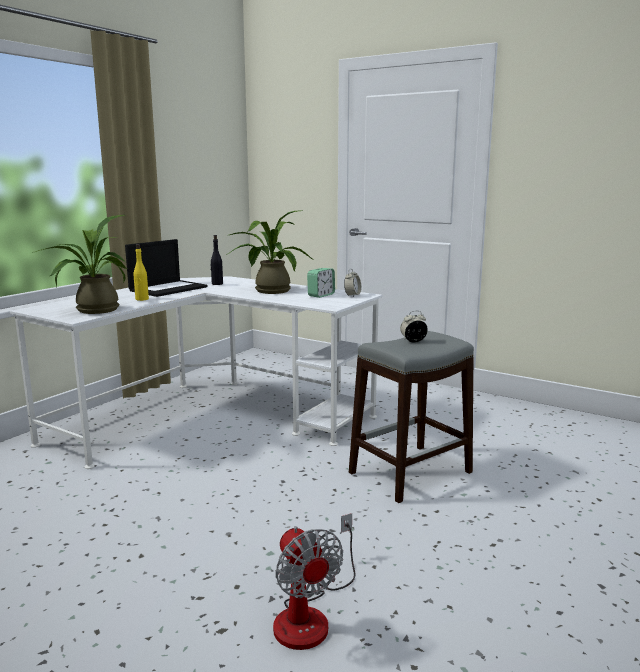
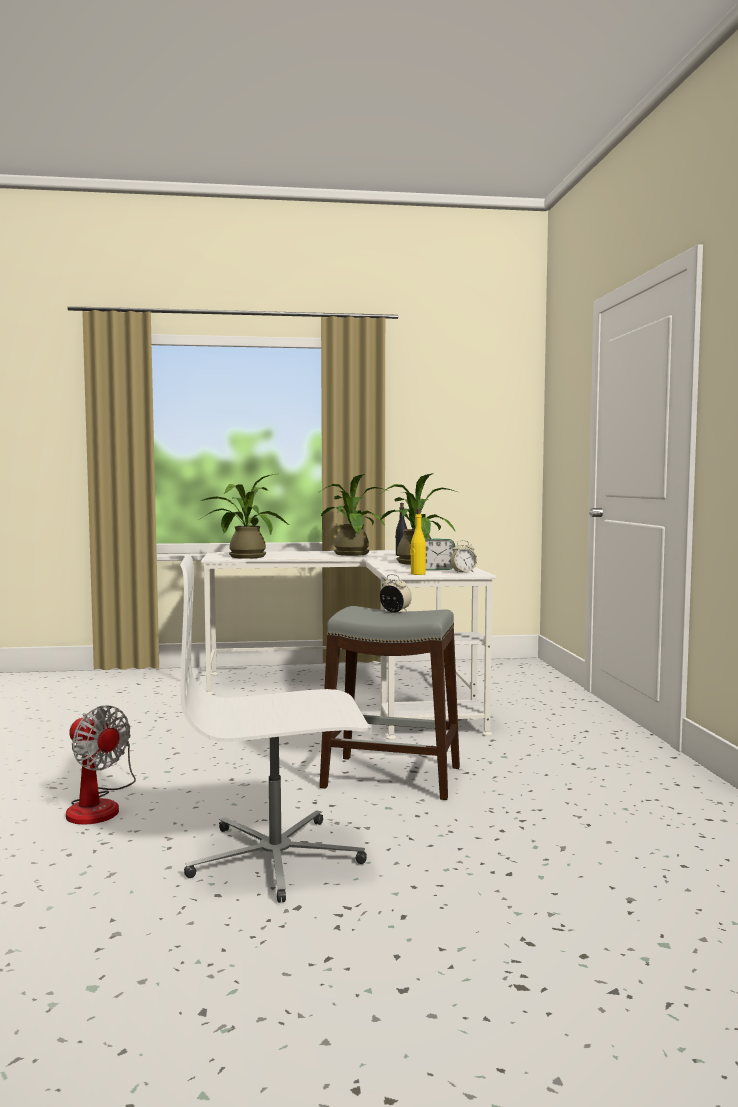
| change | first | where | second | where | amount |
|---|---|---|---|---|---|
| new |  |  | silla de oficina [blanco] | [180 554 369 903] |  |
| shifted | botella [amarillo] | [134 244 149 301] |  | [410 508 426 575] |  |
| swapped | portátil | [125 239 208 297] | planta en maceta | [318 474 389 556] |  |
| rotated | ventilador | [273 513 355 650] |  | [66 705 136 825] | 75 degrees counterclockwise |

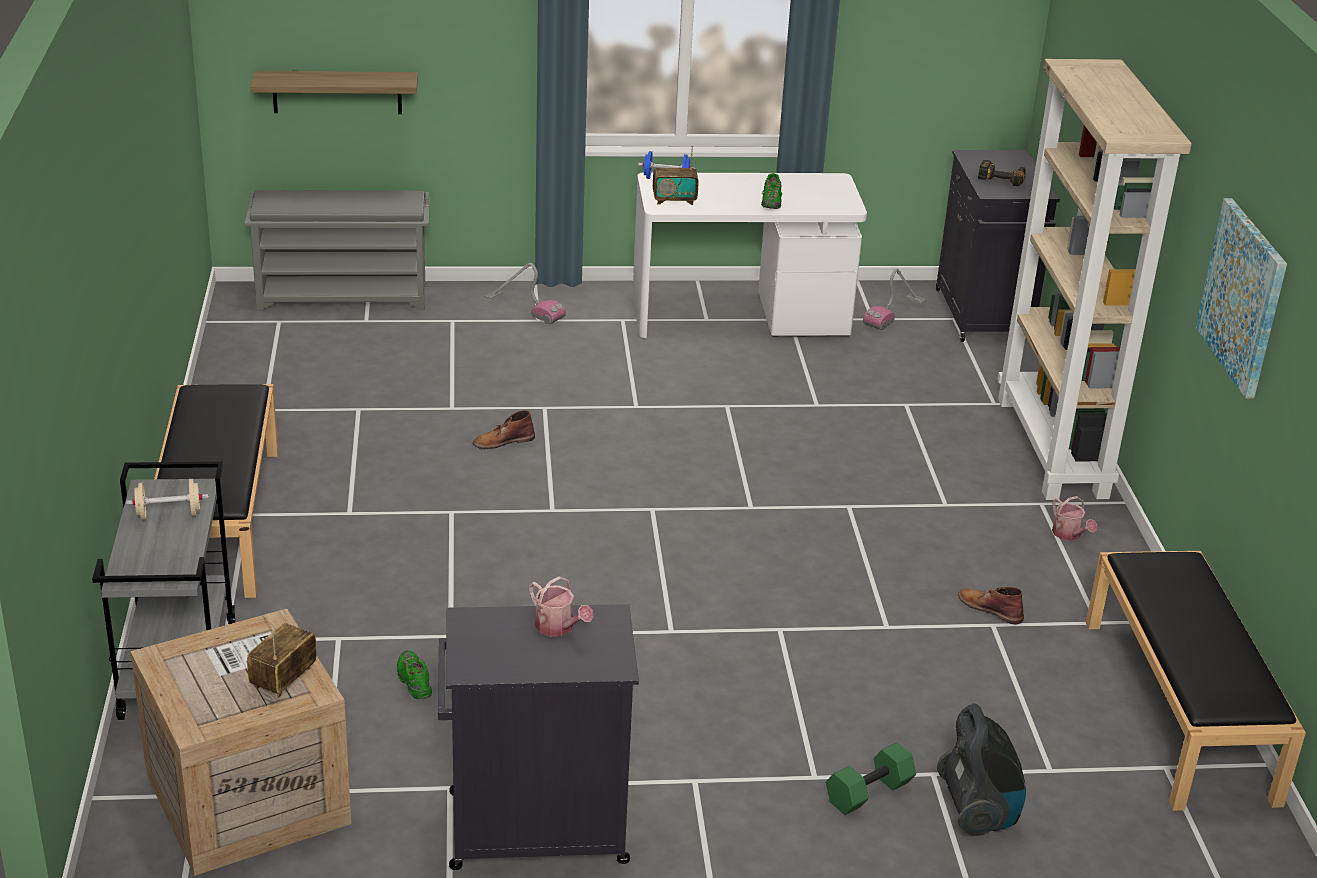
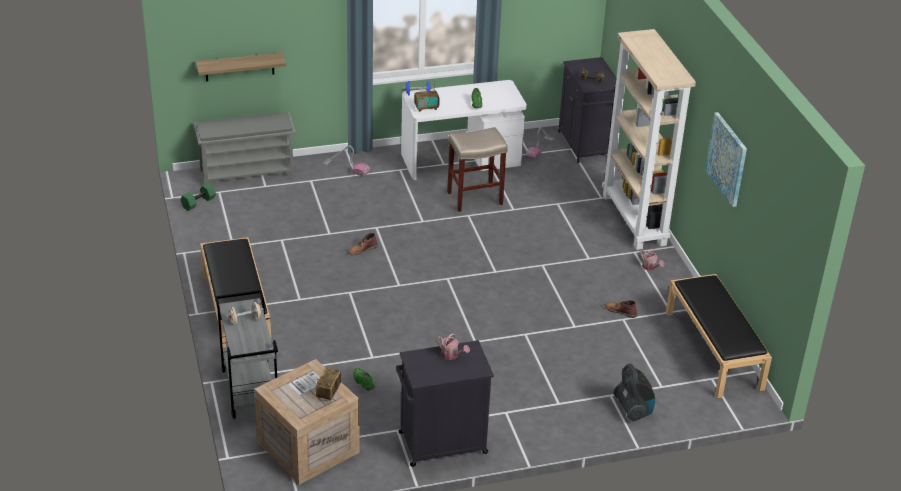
| change | first | where | second | where | amount |
|---|---|---|---|---|---|
| new |  |  | taburete [beis] | [447 127 508 212] |  |
| shifted | mancuerna [verde] | [826 742 916 815] |  | [180 183 216 211] |  |

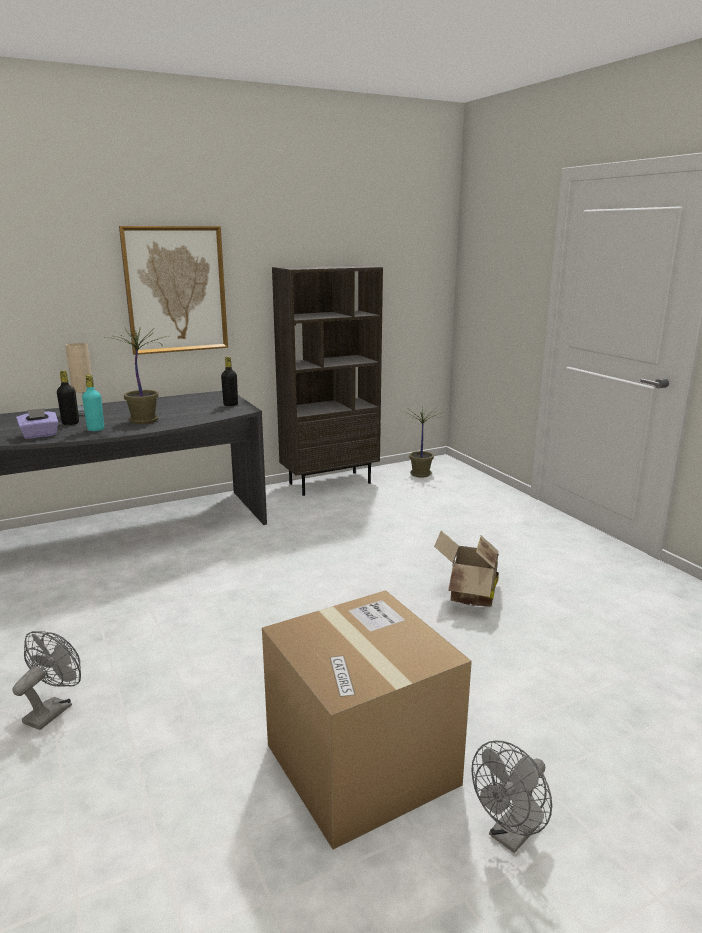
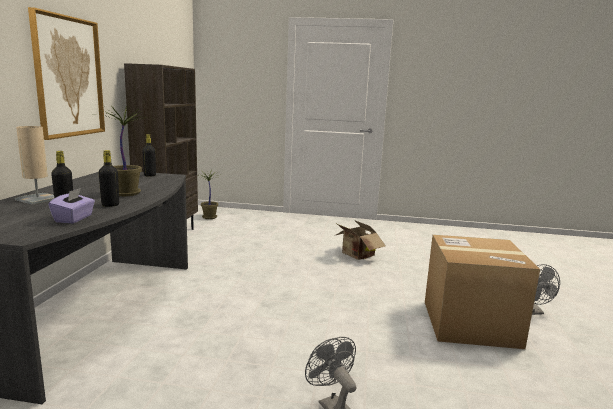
| change | first | where | second | where | amount |
|---|---|---|---|---|---|
| repainted | botella [turquesa] | [82 375 104 431] | botella [negro] | [98 150 119 207] |  |

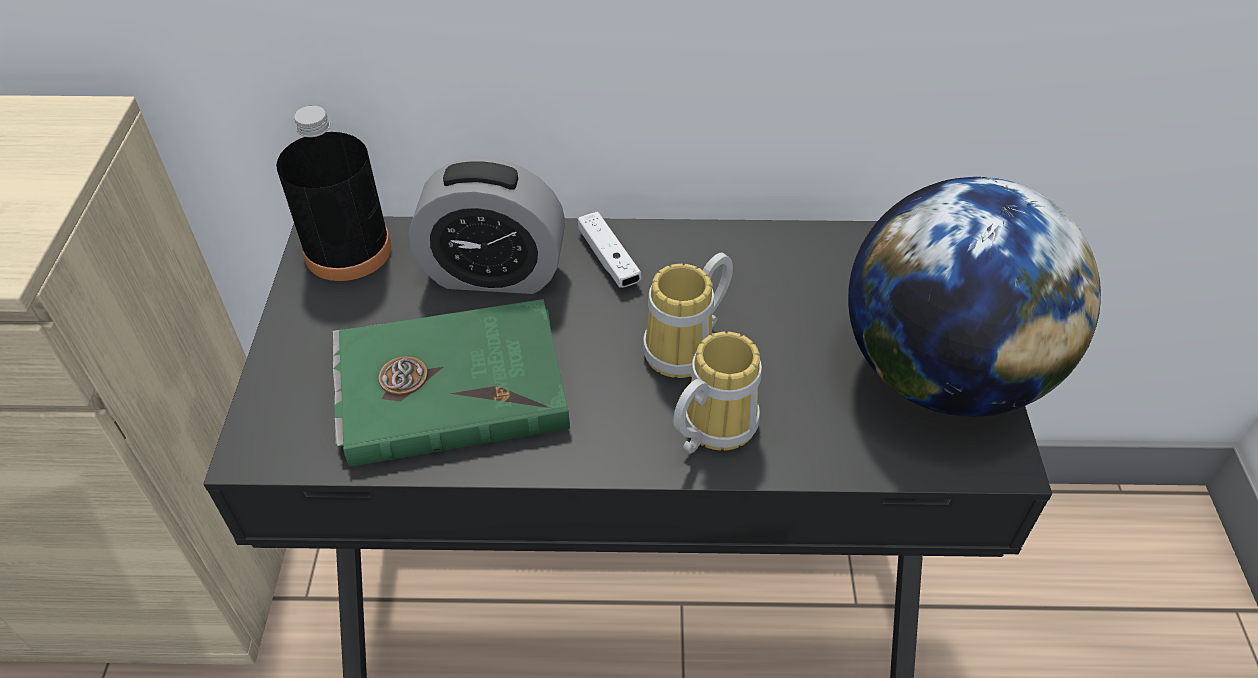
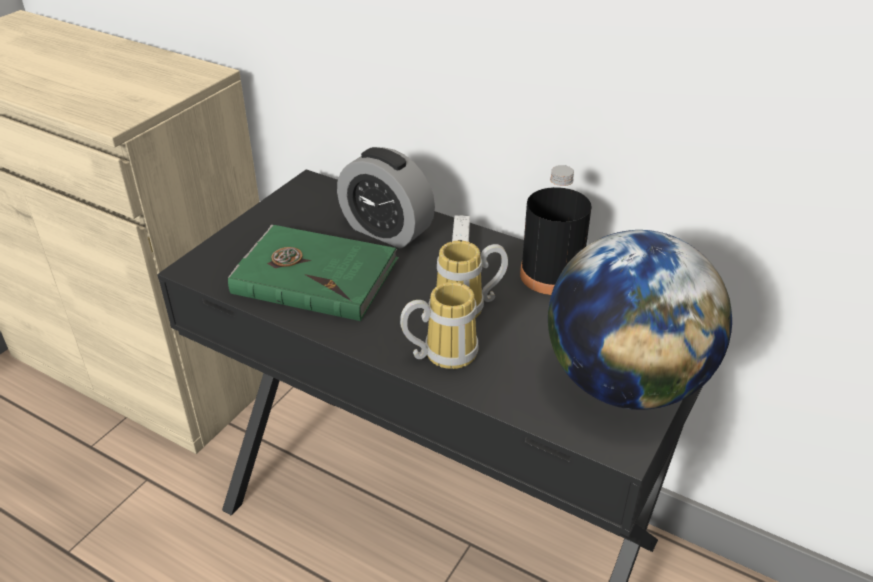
| change | first | where | second | where | amount |
|---|---|---|---|---|---|
| shifted | botella [negro] | [276 106 391 281] |  | [520 165 592 295] |  |

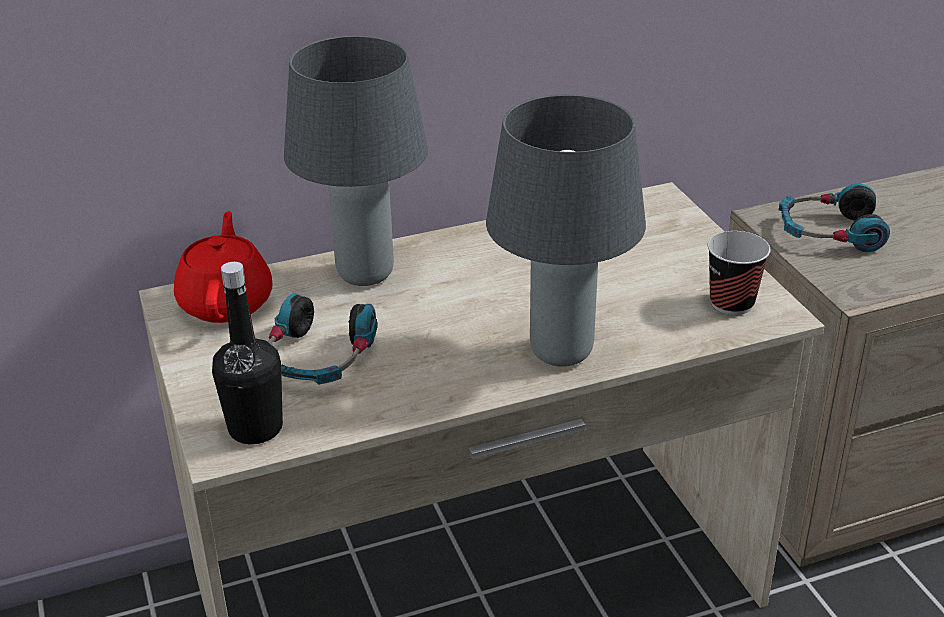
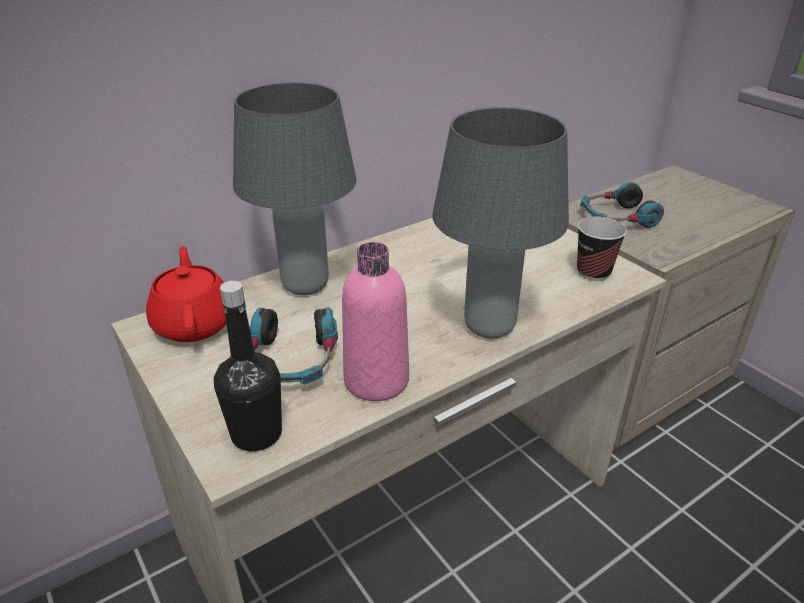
| change | first | where | second | where | amount |
|---|---|---|---|---|---|
| new |  |  | botella [rosa] | [342 242 409 401] |  |

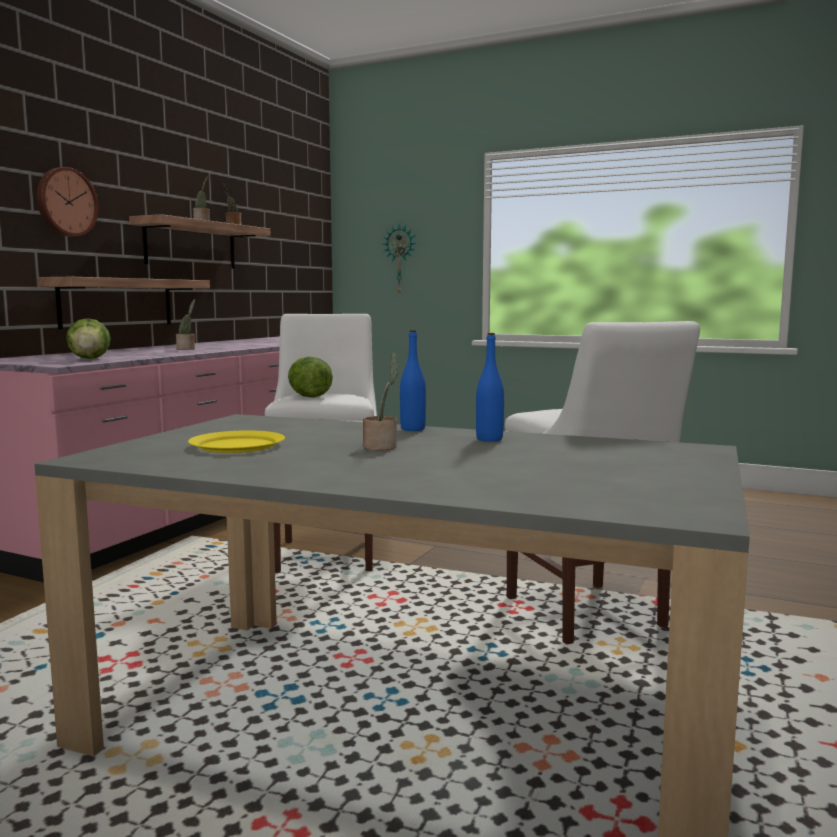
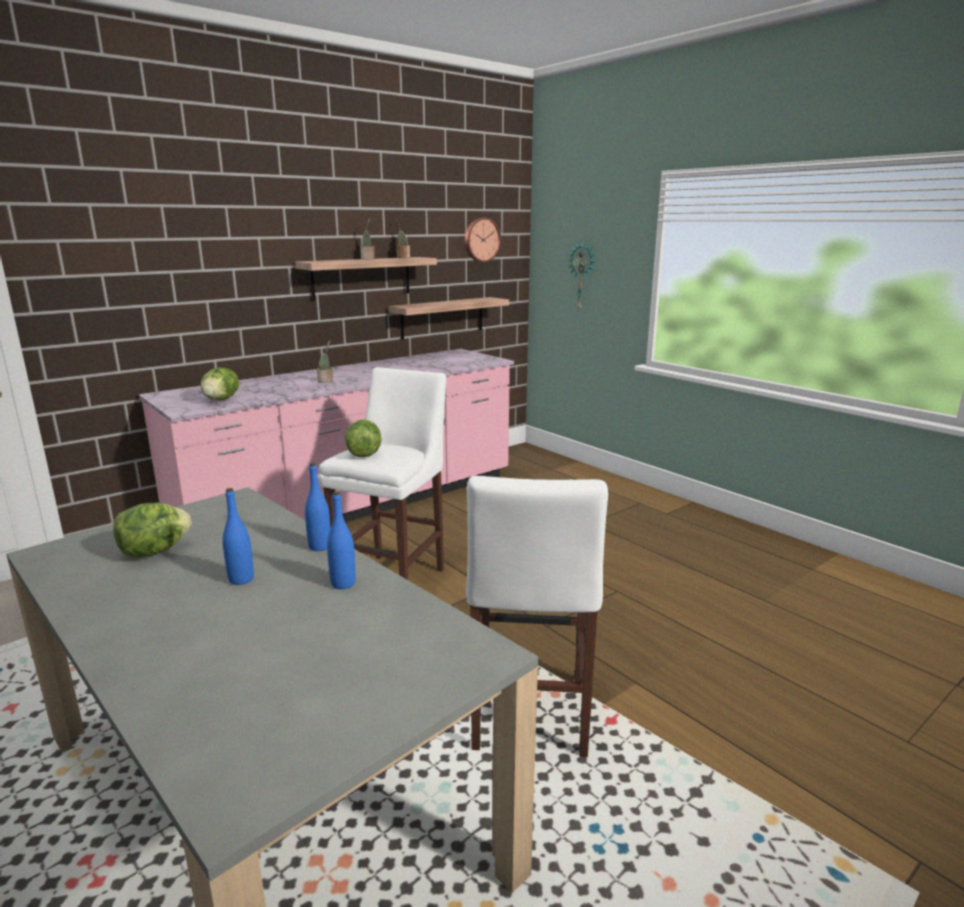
| change | first | where | second | where | amount |
|---|---|---|---|---|---|
| shifted | reloj de pared | [37 167 99 237] |  | [465 218 501 262] |  |
| shifted | estante | [38 277 210 329] |  | [389 297 509 340] |  |
| swapped | plato [amarillo] | [188 430 285 453] | lechuga | [113 503 192 558] |  |
| swapped | planta en maceta | [363 353 398 451] | botella [azul] | [222 488 254 585] |  |

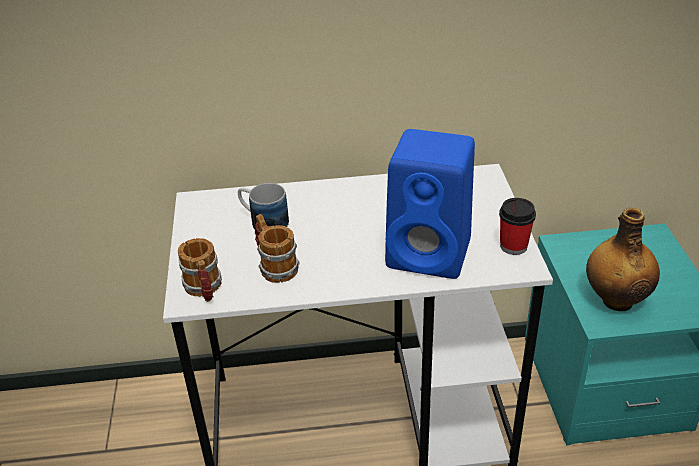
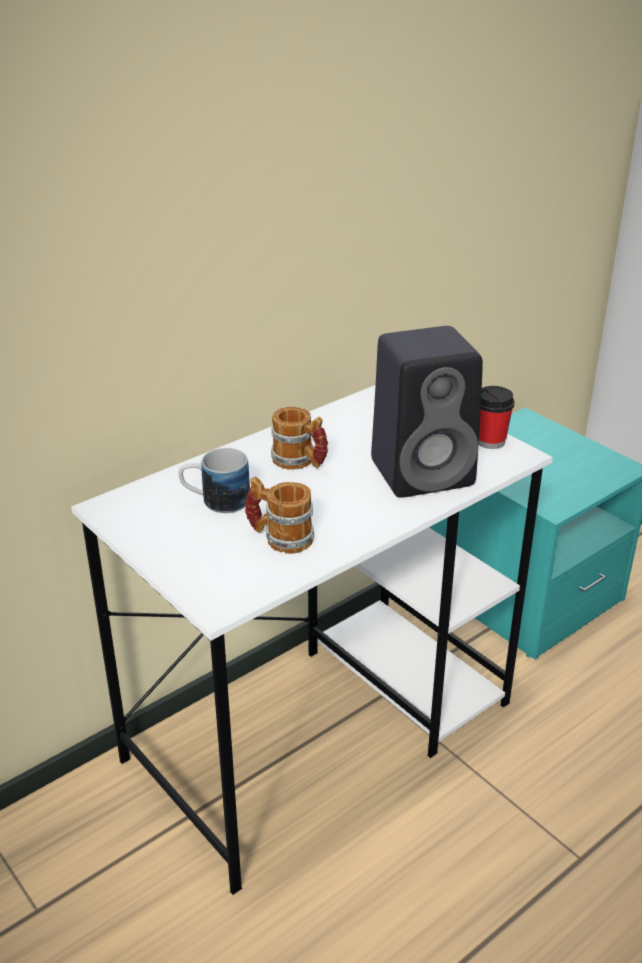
| change | first | where | second | where | amount |
|---|---|---|---|---|---|
| gone | botella | [586 208 660 311] |  |  |  |
| shifted | taza grande | [178 238 222 302] |  | [271 407 328 470] |  |
| repainted | altavoz [azul] | [385 129 475 279] | altavoz [negro] | [371 326 483 498] |  |

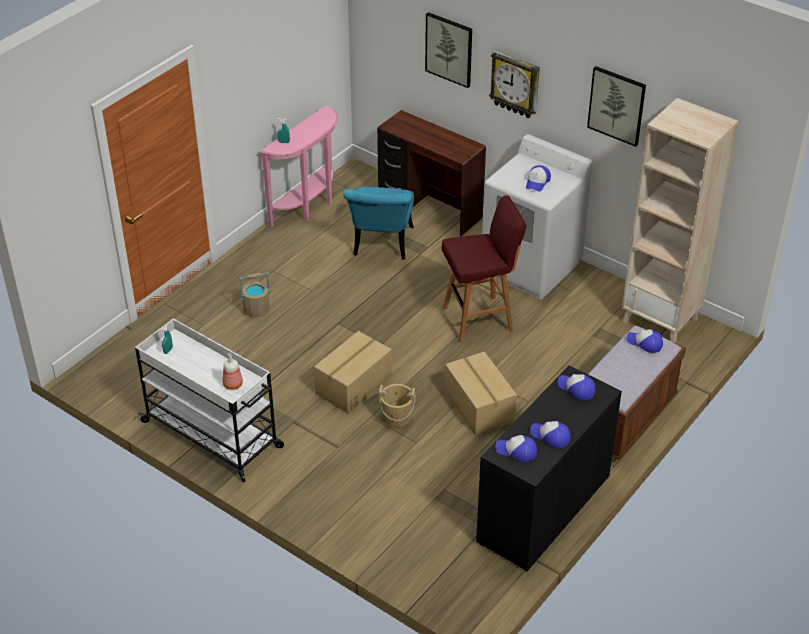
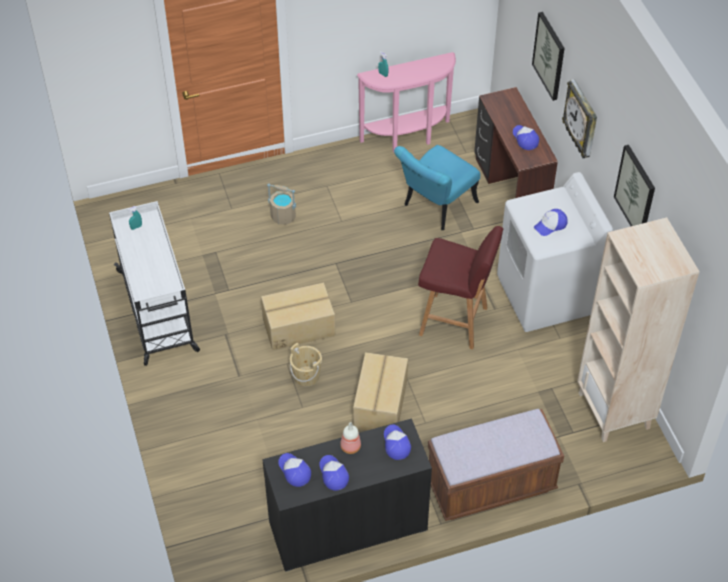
| change | first | where | second | where | amount |
|---|---|---|---|---|---|
| shifted | botella | [222 353 243 390] |  | [340 422 361 454] |  |
| shifted | gorra | [626 329 663 353] |  | [513 125 539 150] |  |

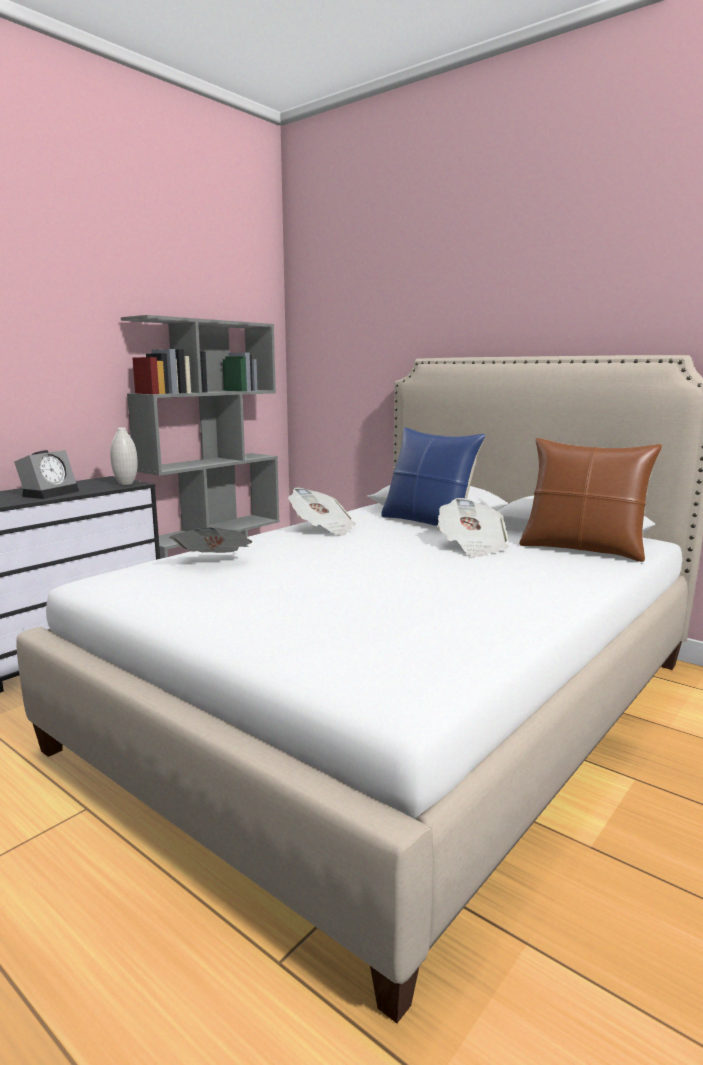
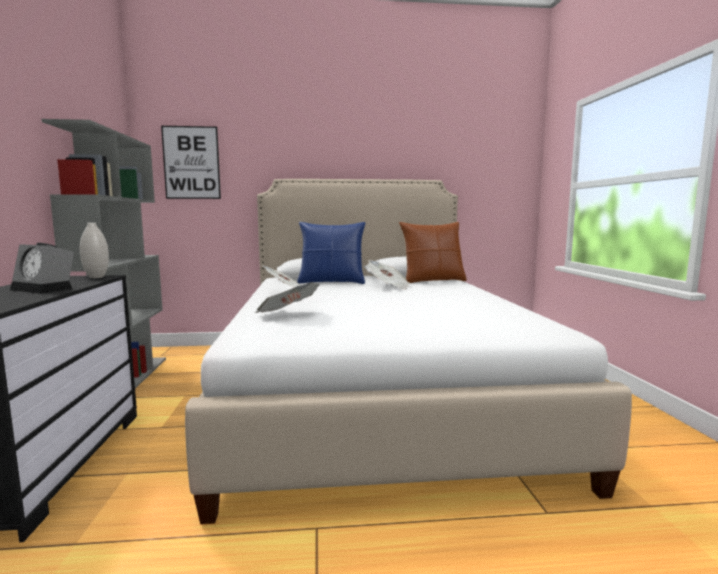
| change | first | where | second | where | amount |
|---|---|---|---|---|---|
| new |  |  | cuadro | [161 126 221 199] |  |
| rotated | despertador | [14 450 79 499] |  | [10 243 74 294] | 135 degrees clockwise |

